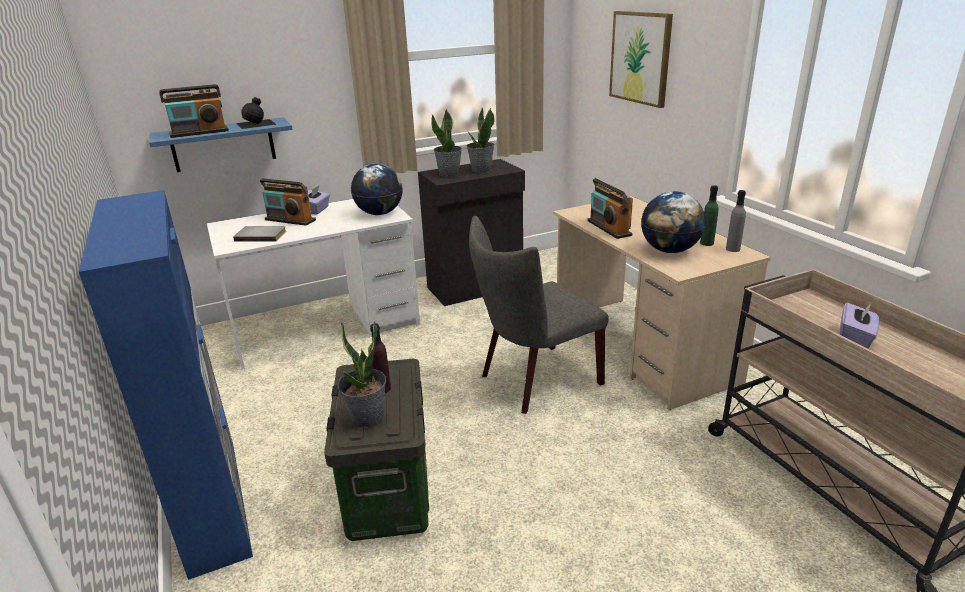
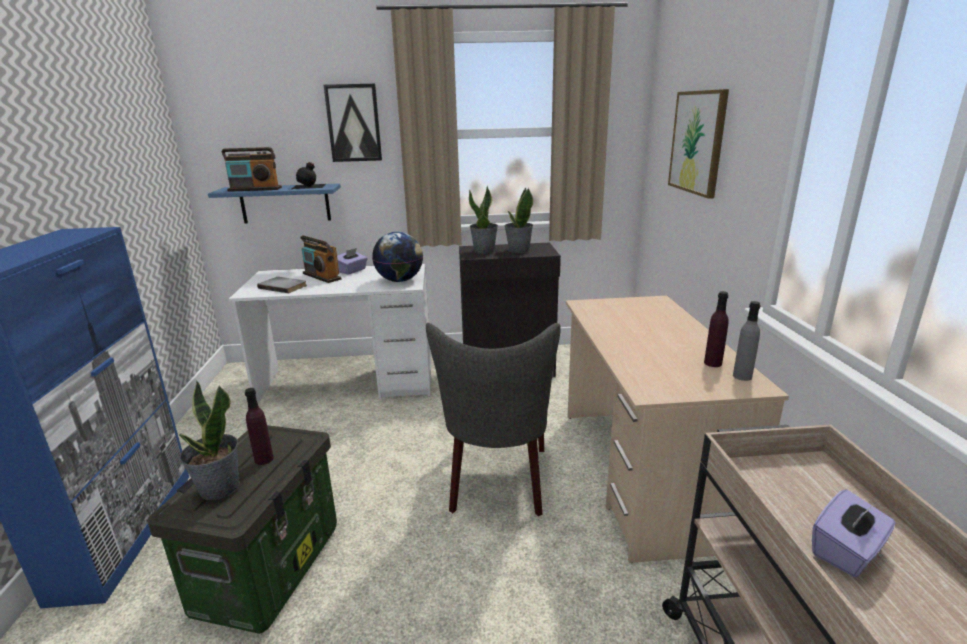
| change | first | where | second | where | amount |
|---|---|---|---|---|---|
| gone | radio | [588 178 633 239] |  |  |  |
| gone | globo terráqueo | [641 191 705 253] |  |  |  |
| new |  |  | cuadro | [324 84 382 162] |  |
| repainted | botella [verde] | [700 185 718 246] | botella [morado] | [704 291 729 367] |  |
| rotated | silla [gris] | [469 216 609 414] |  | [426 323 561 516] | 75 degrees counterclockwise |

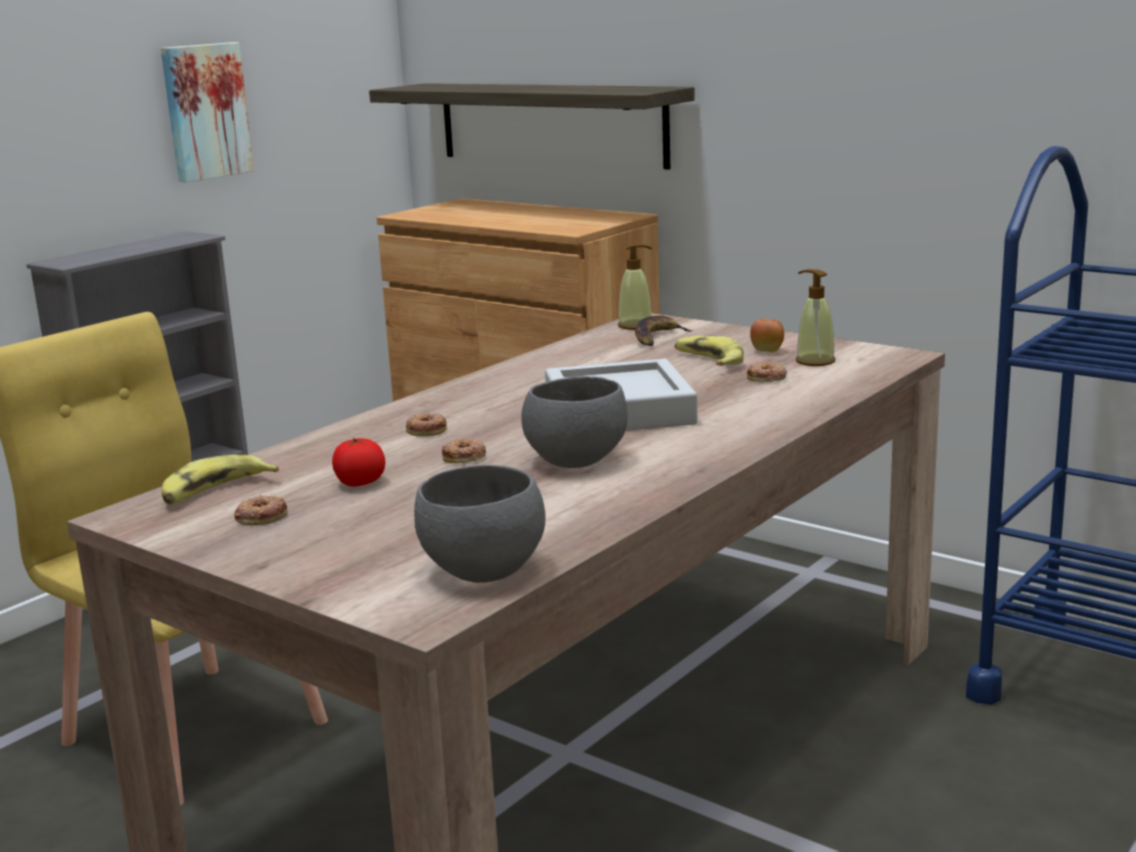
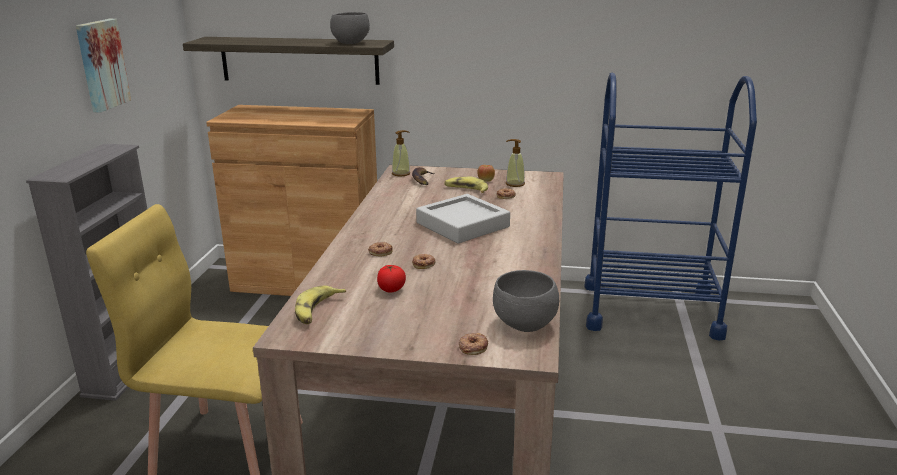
| change | first | where | second | where | amount |
|---|---|---|---|---|---|
| shifted | rosquilla | [234 495 288 526] |  | [459 333 488 355] |  |
| shifted | cuenco [gris] | [521 376 628 468] |  | [330 12 370 44] |  |

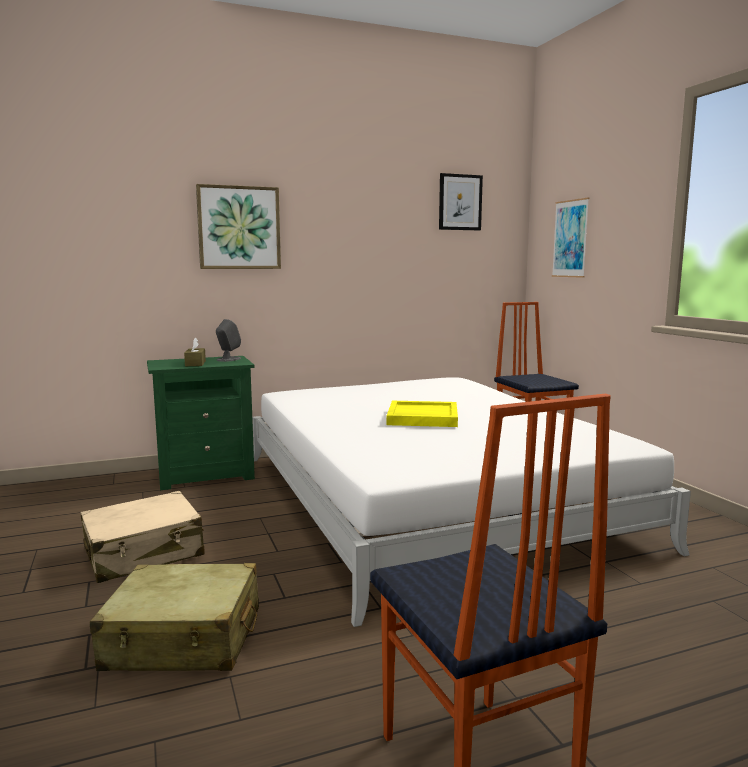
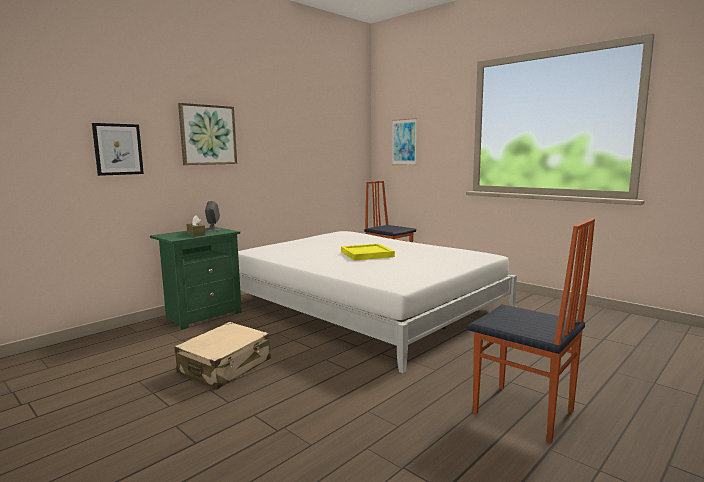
| change | first | where | second | where | amount |
|---|---|---|---|---|---|
| gone | maleta [beis] | [90 563 259 671] |  |  |  |
| shifted | cuadro | [439 173 483 230] |  | [92 123 144 176] |  |

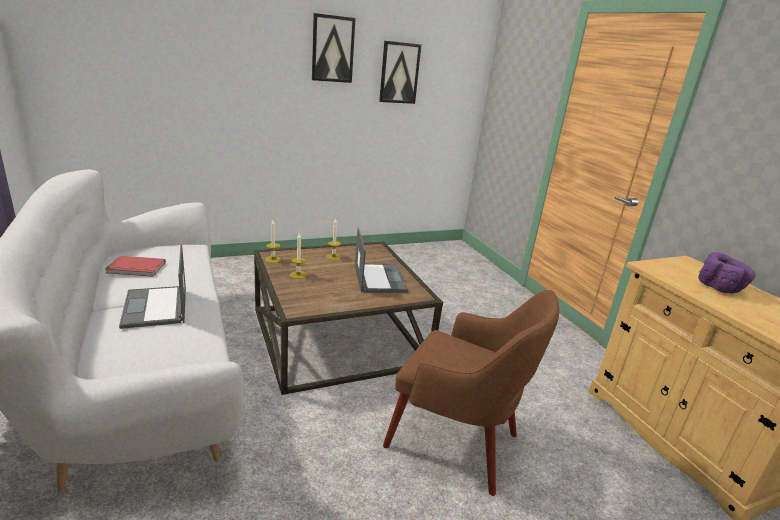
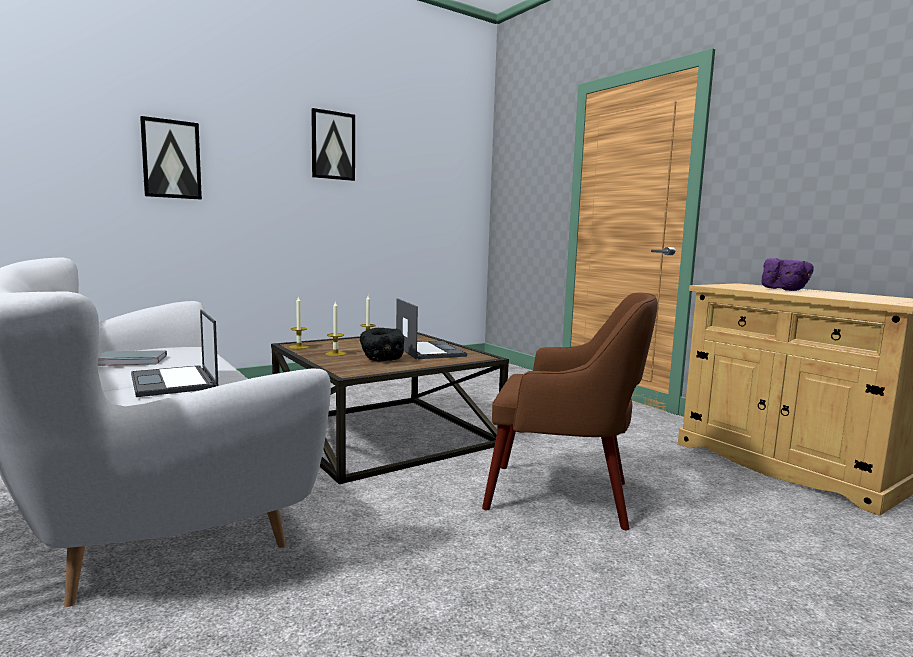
| change | first | where | second | where | amount |
|---|---|---|---|---|---|
| new |  |  | cuenco [negro] | [360 328 404 361] |  |
| shifted | cuadro | [379 41 422 104] |  | [140 116 202 200] |  |
| repainted | libro [rojo] | [105 256 166 277] | libro [gris] | [98 350 167 366] |  |

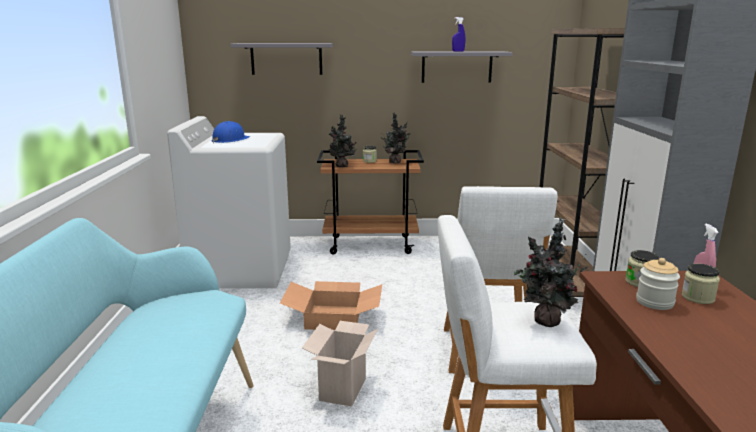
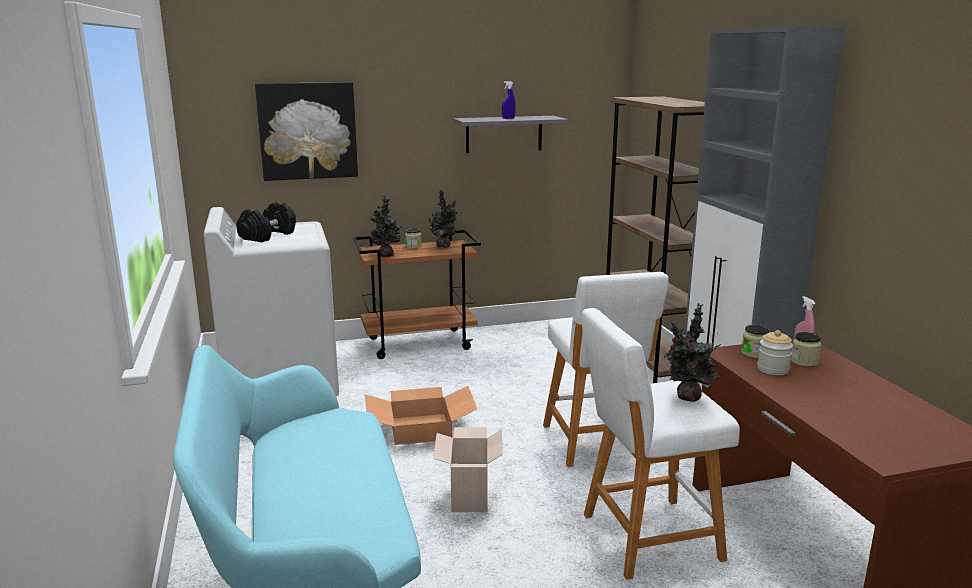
| change | first | where | second | where | amount |
|---|---|---|---|---|---|
| swapped | casco [azul] | [211 121 250 143] | mancuerna [negro] | [236 202 296 242] |  |
| swapped | estante [gris] | [230 43 333 75] | cuadro | [255 82 358 181] |  |

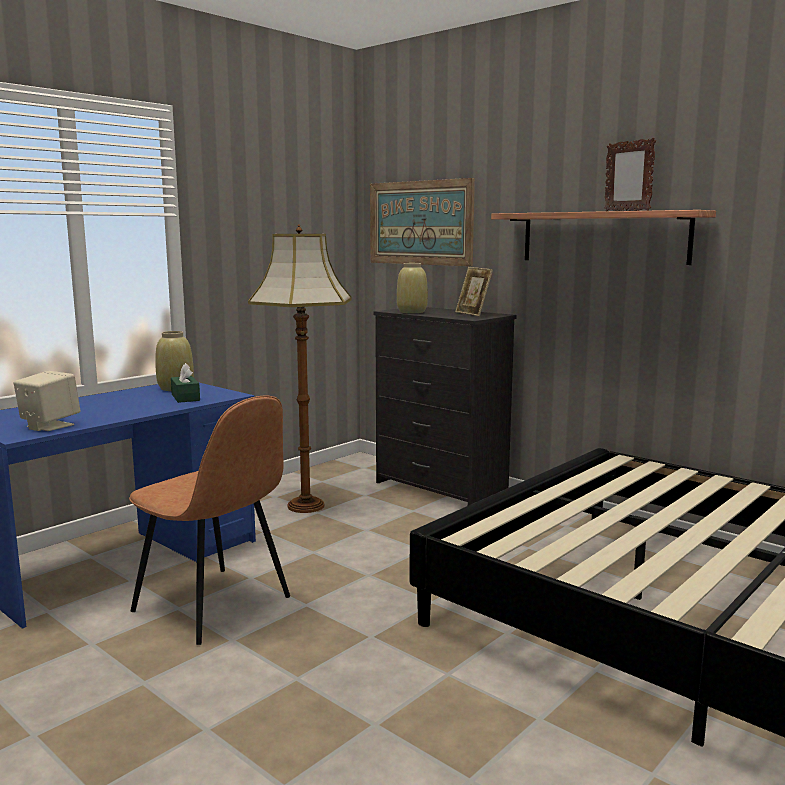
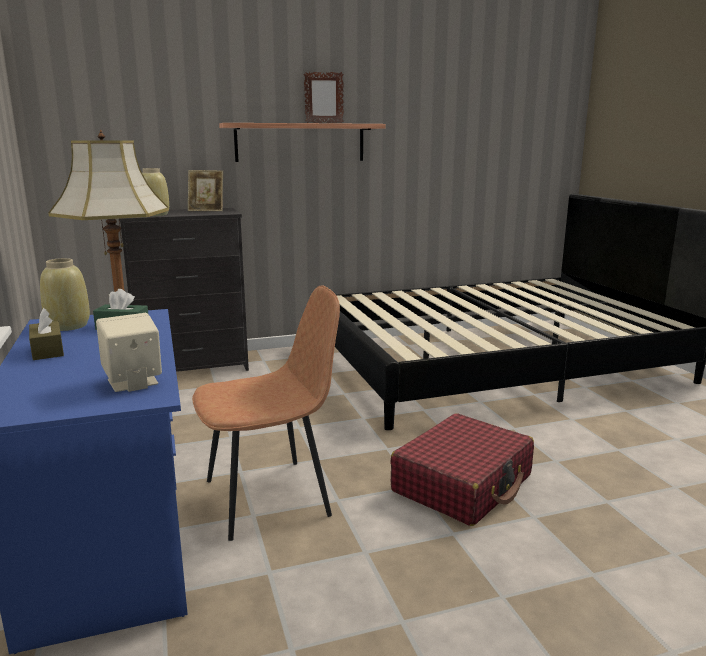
| change | first | where | second | where | amount |
|---|---|---|---|---|---|
| gone | cuadro | [370 178 475 267] |  |  |  |
| new |  |  | caja de pañuelos [marrón] | [29 308 64 360] |  |
| new |  |  | maleta [rojo] | [390 413 534 526] |  |

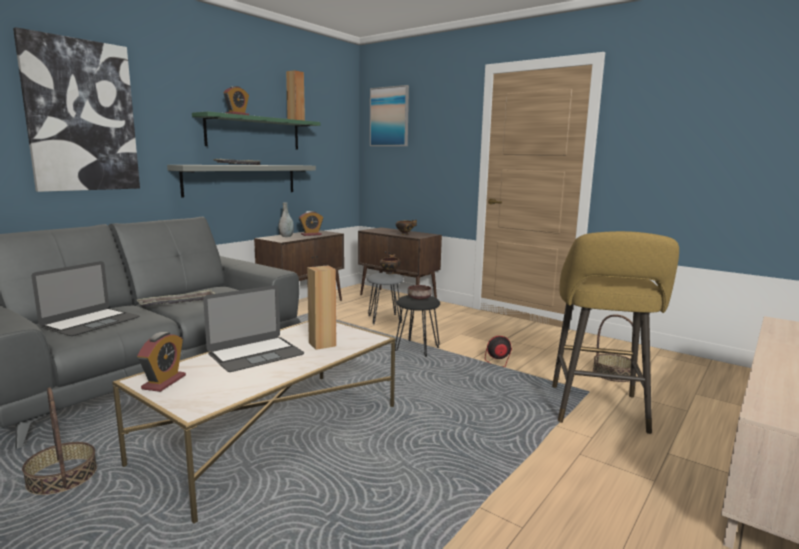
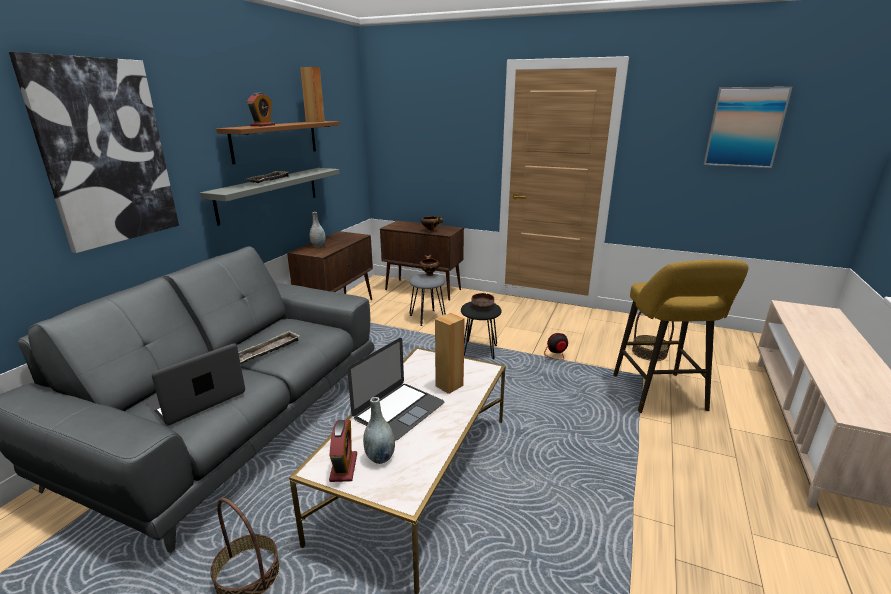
| change | first | where | second | where | amount |
|---|---|---|---|---|---|
| gone | despertador | [299 211 323 236] |  |  |  |
| new |  |  | florero [gris] | [363 397 395 464] |  |
| shifted | cuadro | [370 85 409 146] |  | [704 87 792 168] |  |
| repainted | estante [verde] | [192 112 320 149] | estante [marrón] | [216 121 340 164] |  |
| rotated | portátil | [32 261 139 336] |  | [145 343 245 426] | 150 degrees counterclockwise |

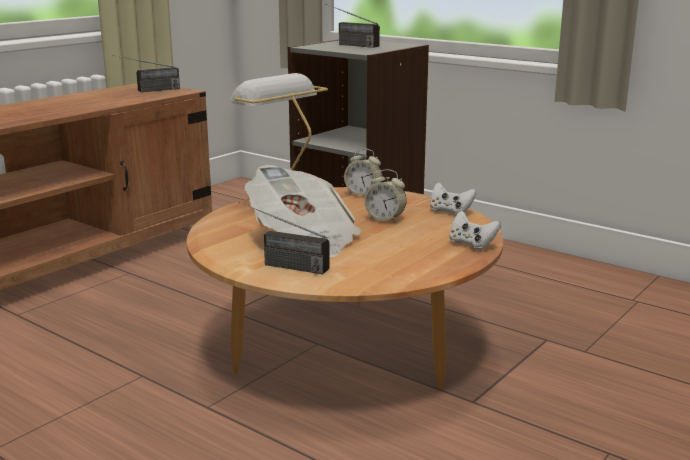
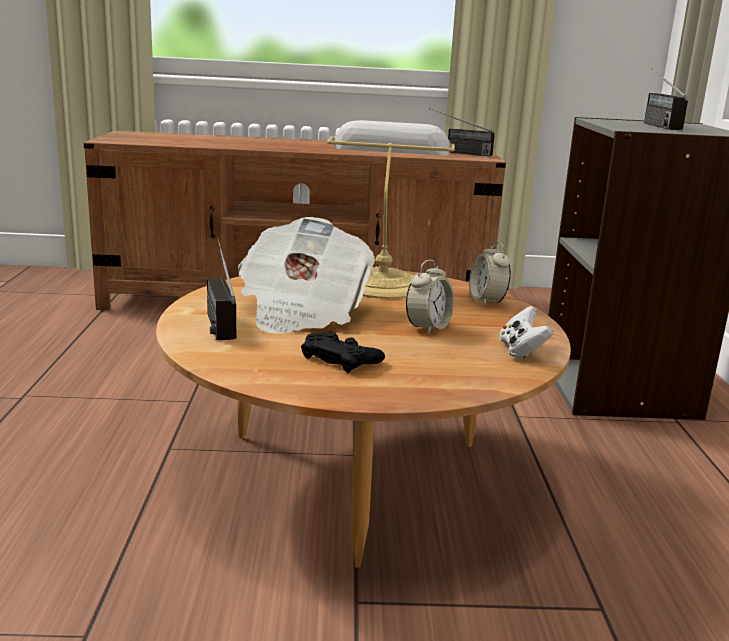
| change | first | where | second | where | amount |
|---|---|---|---|---|---|
| gone | mando de consola [blanco] | [449 211 501 250] |  |  |  |
| new |  |  | mando de consola [negro] | [301 331 385 373] |  |
| rotated | despertador | [364 169 407 223] |  | [406 260 454 335] | 135 degrees counterclockwise |

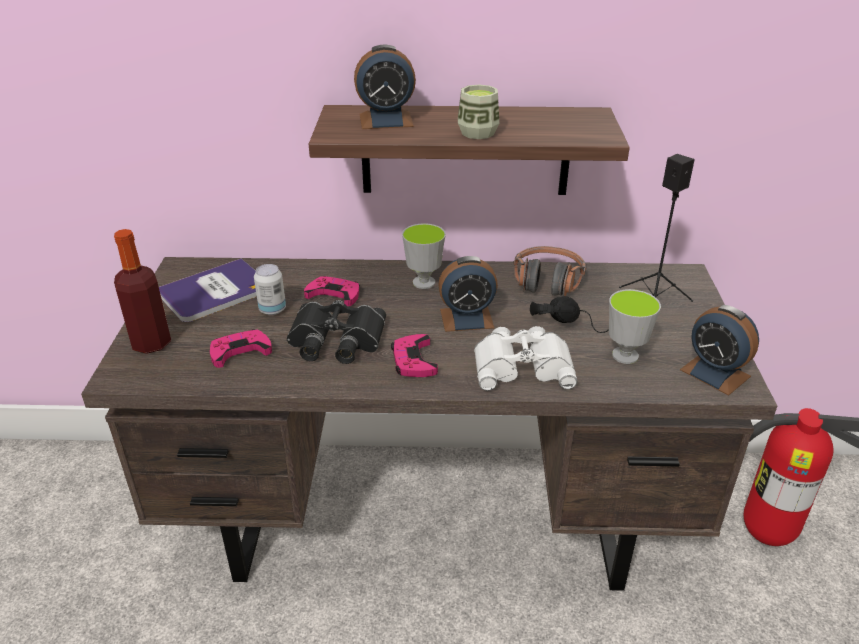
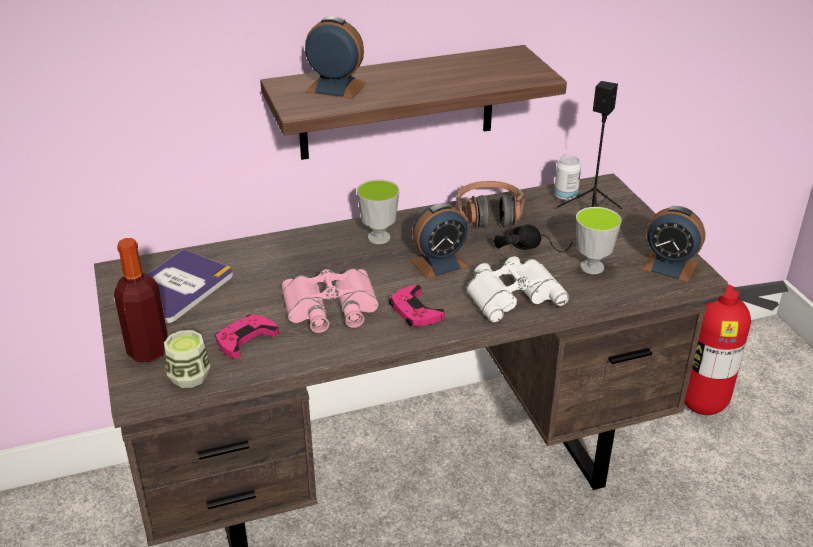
| change | first | where | second | where | amount |
|---|---|---|---|---|---|
| gone | mando de consola [rosa] | [304 276 360 306] |  |  |  |
| shifted | lata | [254 264 286 315] |  | [554 155 581 201] |  |
| shifted | taza | [458 85 499 139] |  | [164 330 211 388] |  |
| repainted | prismáticos [negro] | [287 300 386 364] | prismáticos [rosa] | [282 269 378 333] |  |
| rotated | despertador | [354 45 416 129] |  | [305 16 366 99] | 135 degrees counterclockwise |

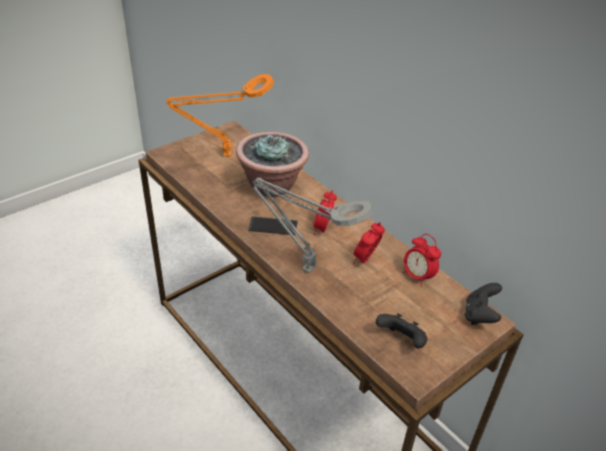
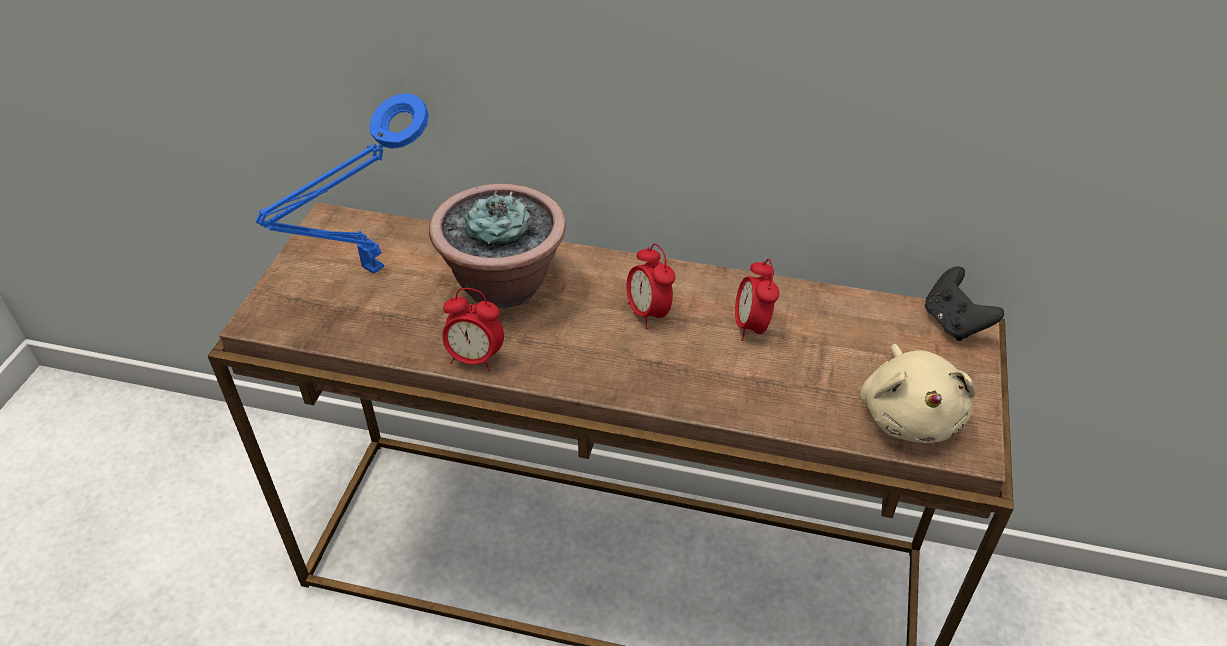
| change | first | where | second | where | amount |
|---|---|---|---|---|---|
| gone | móvil | [248 216 298 235] |  |  |  |
| gone | lámpara de mesa [gris] | [253 177 373 273] |  |  |  |
| shifted | despertador | [403 234 441 287] |  | [442 288 504 372] |  |
| swapped | mando de consola [negro] | [376 313 427 348] | peluche [beis] | [861 344 976 443] |  |
| repainted | lámpara de mesa [naranja] | [166 74 274 157] | lámpara de mesa [azul] | [256 93 429 274] |  |

